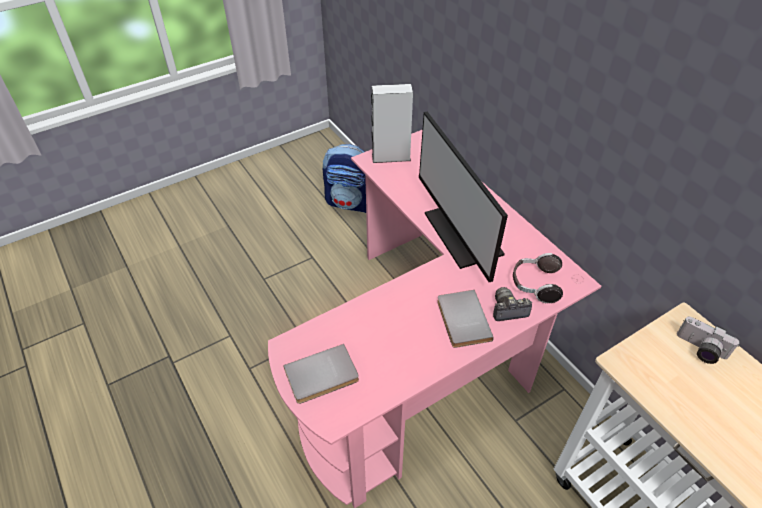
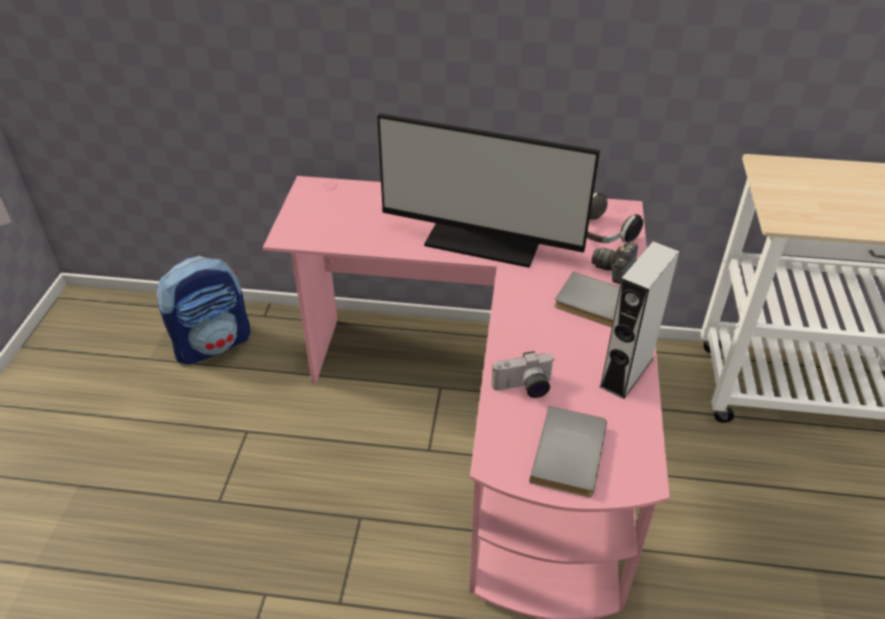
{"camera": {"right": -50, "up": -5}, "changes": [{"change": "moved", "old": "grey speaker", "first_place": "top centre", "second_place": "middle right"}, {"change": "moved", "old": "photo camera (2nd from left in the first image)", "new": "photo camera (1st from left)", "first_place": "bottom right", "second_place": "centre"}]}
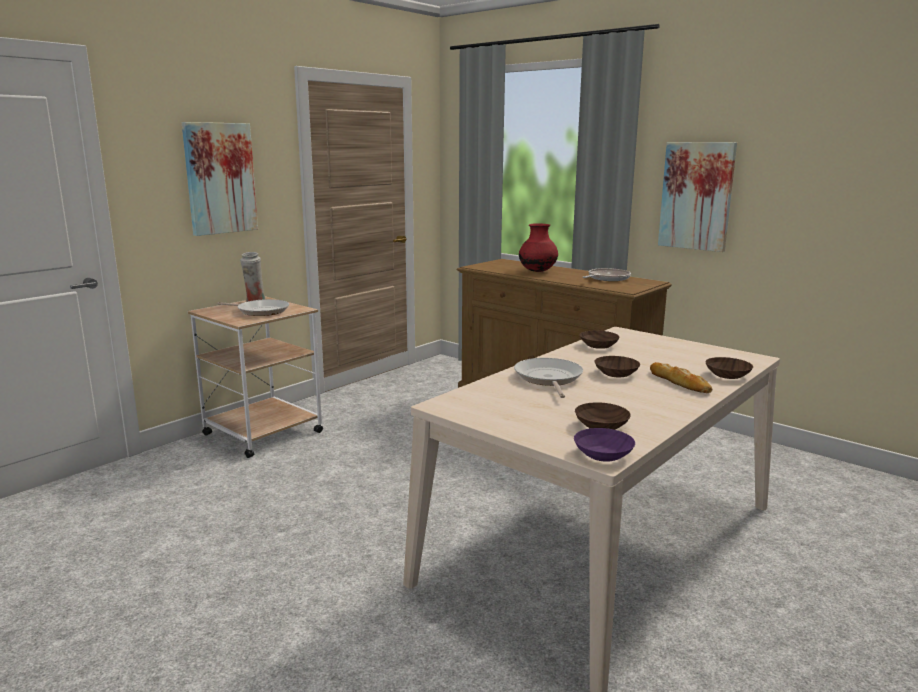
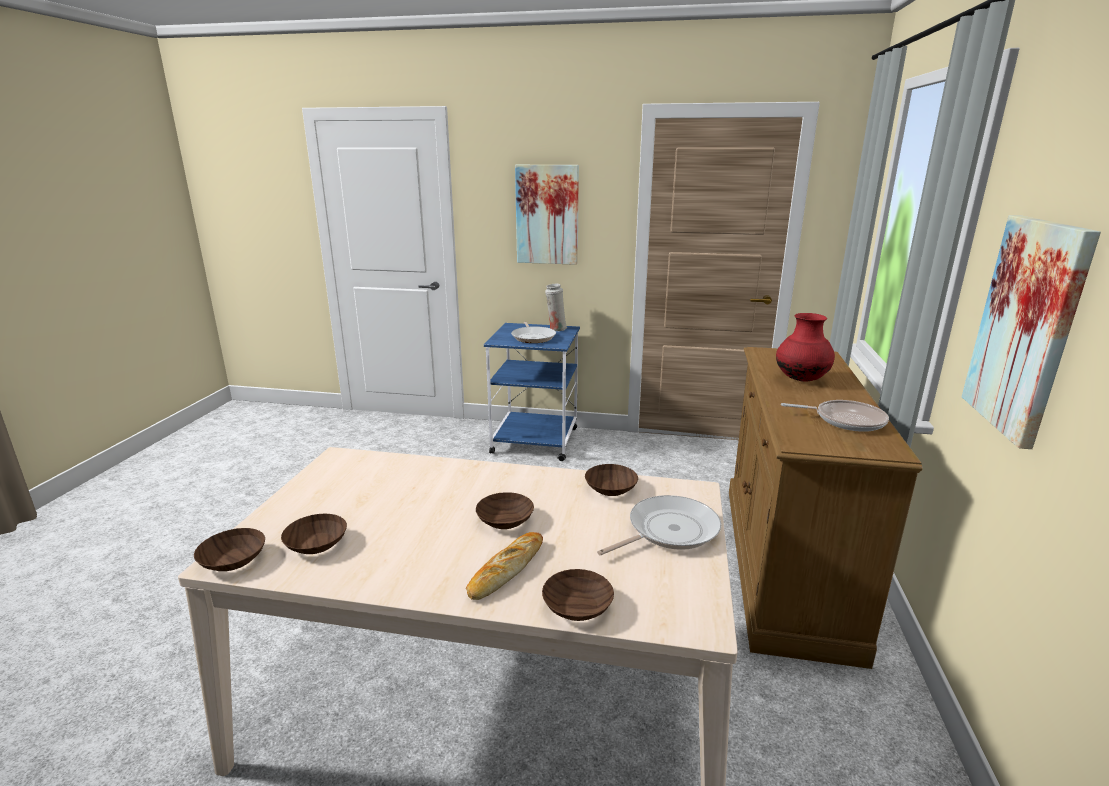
{"camera": {"right": 60, "up": 5}, "changes": [{"change": "moved", "old": "frying pan (2nd from left)", "first_place": "centre", "second_place": "bottom centre"}, {"change": "recoloured", "old": "beige cart", "new": "blue cart", "first_place": "middle left", "second_place": "centre"}, {"change": "recoloured", "old": "purple bowl", "new": "brown bowl (1st from left)", "first_place": "centre", "second_place": "bottom left"}]}
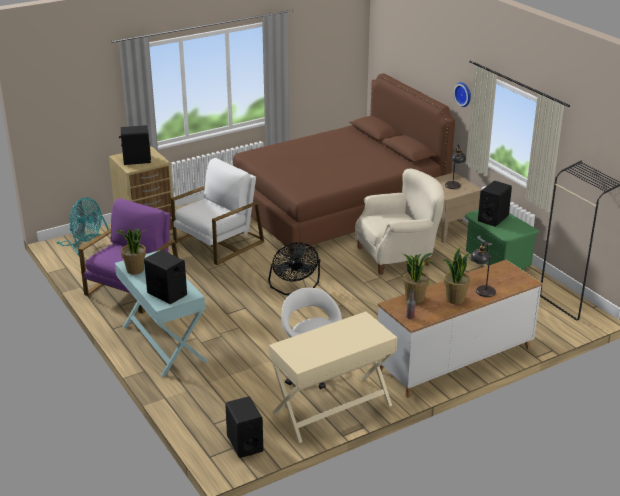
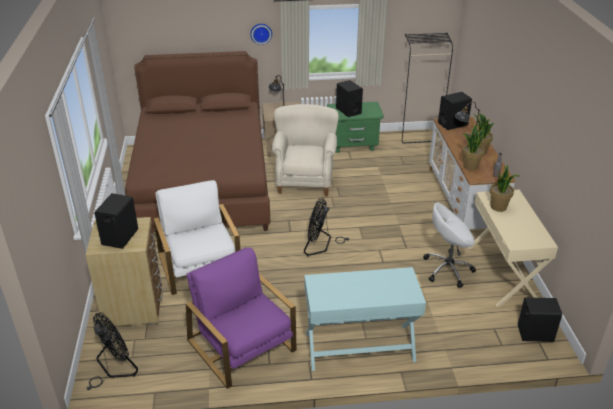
{"camera": {"right": -65, "up": 5}, "changes": [{"change": "moved", "old": "potted plant (1st from left in the first image)", "new": "potted plant (3rd from left)", "first_place": "middle left", "second_place": "middle right"}, {"change": "moved", "old": "black speaker (2nd from left in the first image)", "new": "black speaker (3rd from left)", "first_place": "middle left", "second_place": "top right"}, {"change": "recoloured", "old": "turquoise fan", "new": "black fan (1st from left)", "first_place": "middle left", "second_place": "bottom left"}]}
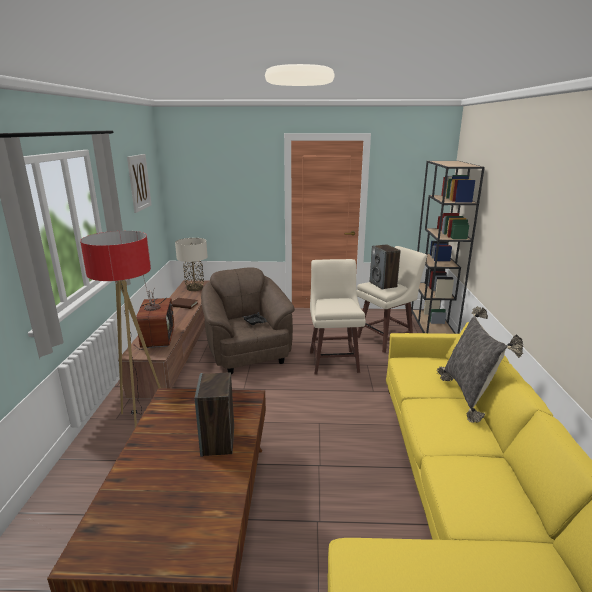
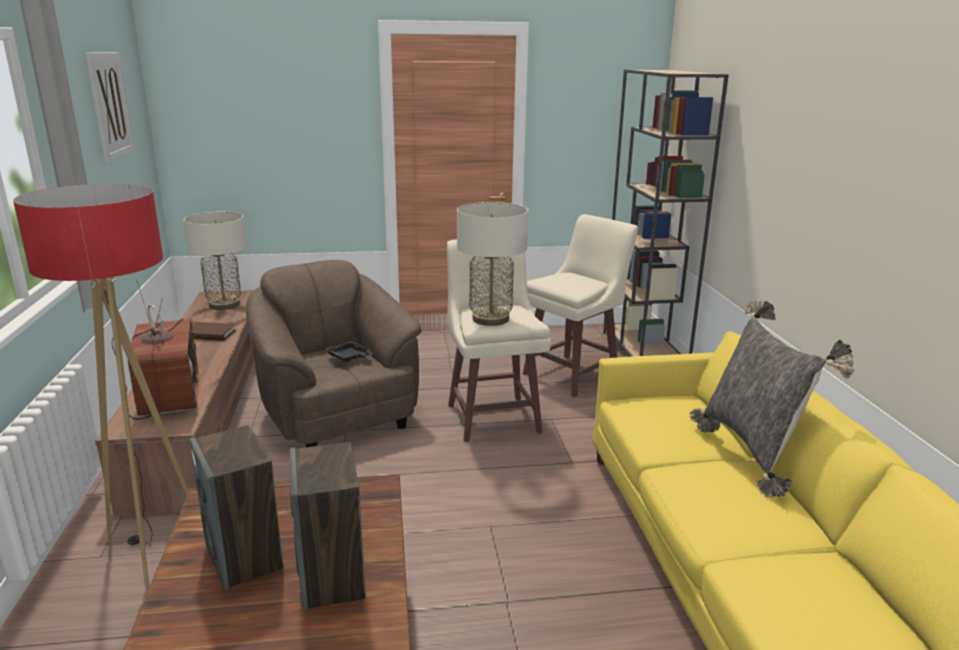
{"camera": {"right": -10, "up": 0}, "changes": [{"change": "added", "new": "table lamp (2nd from left)", "second_place": "centre"}, {"change": "moved", "old": "speaker (2nd from left in the first image)", "new": "speaker (1st from left)", "first_place": "centre", "second_place": "bottom left"}]}
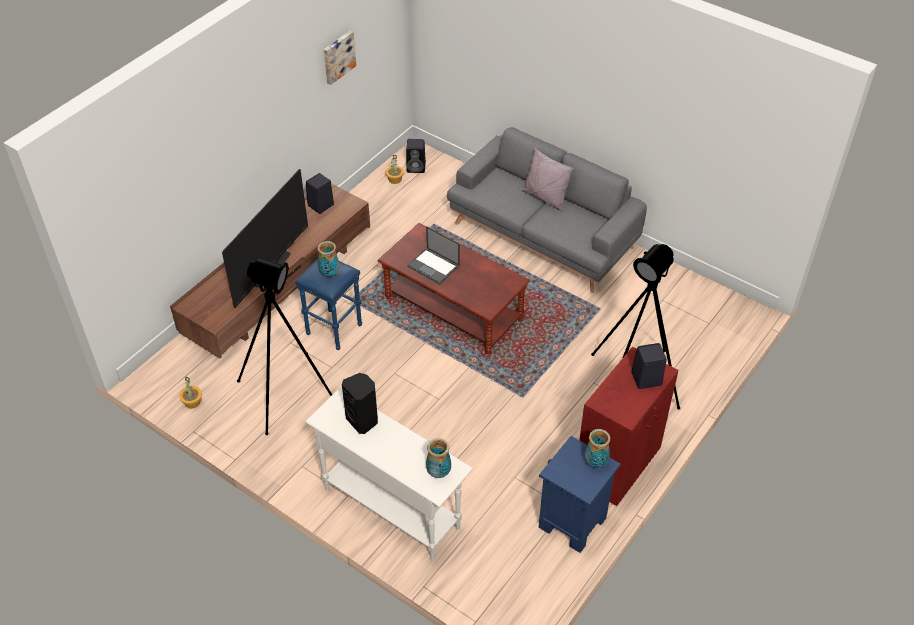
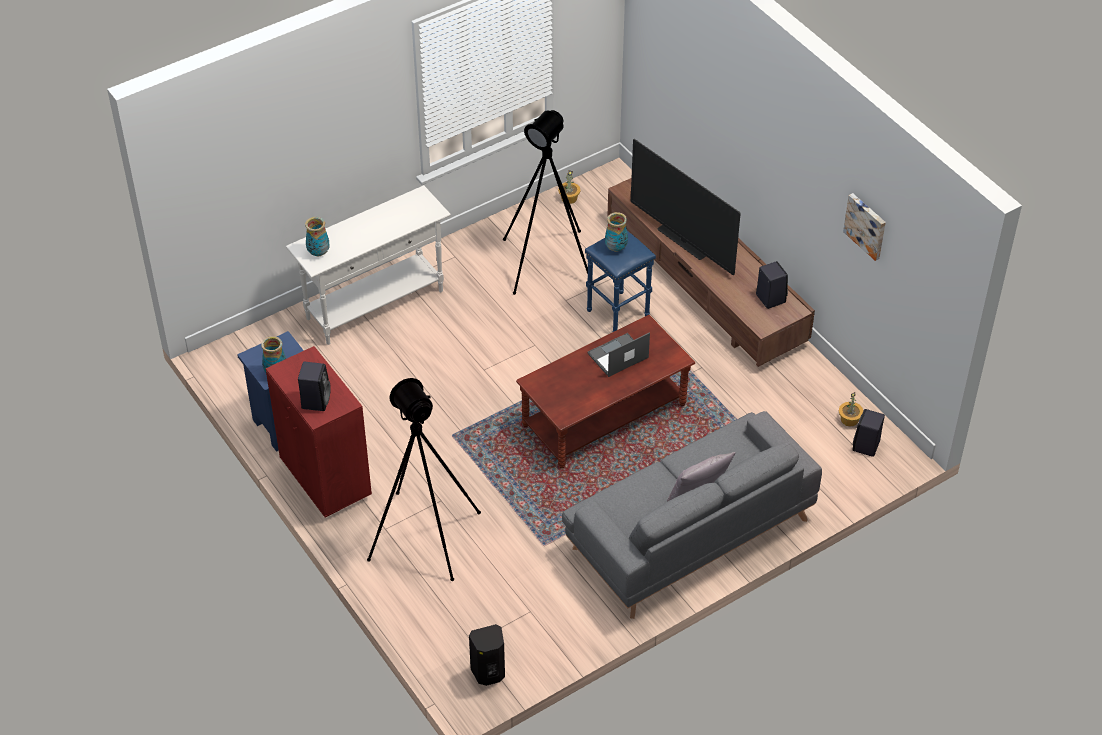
{"camera": {"right": 110, "up": 0}, "changes": [{"change": "moved", "old": "black speaker (2nd from left)", "first_place": "centre", "second_place": "bottom centre"}]}
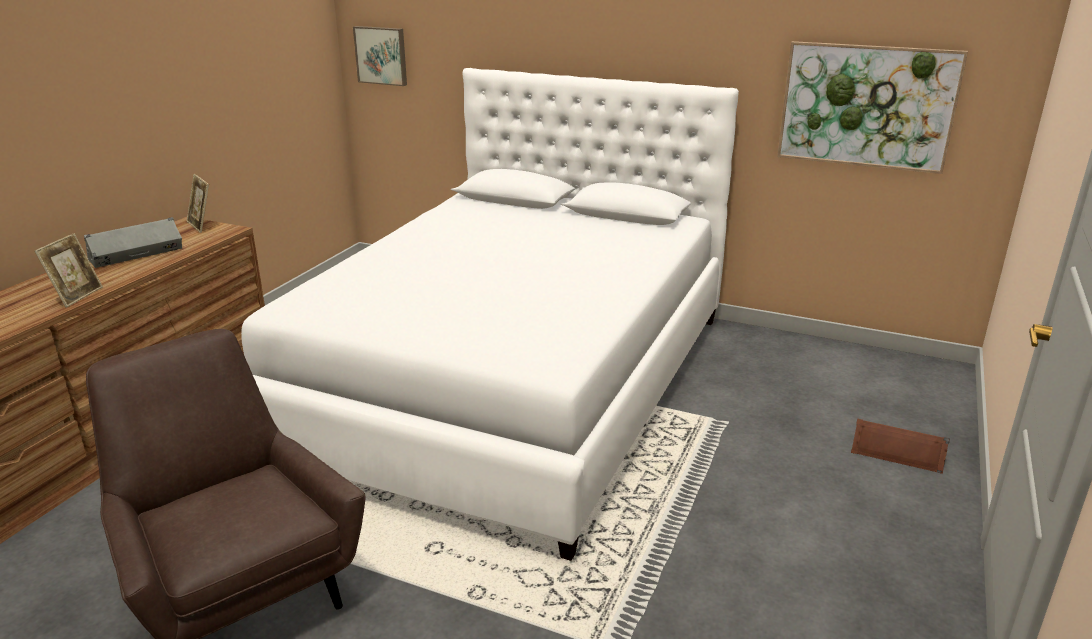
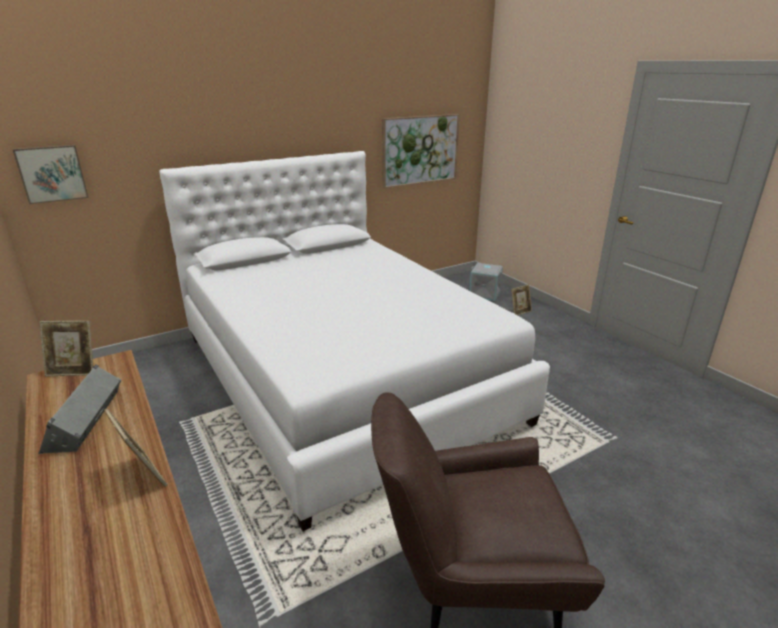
{"camera": {"right": -55, "up": 0}, "changes": [{"change": "added", "new": "grey storage box", "second_place": "centre"}, {"change": "replaced", "old": "brown speaker", "new": "picture frame (3rd from left)", "first_place": "bottom right", "second_place": "middle right"}]}
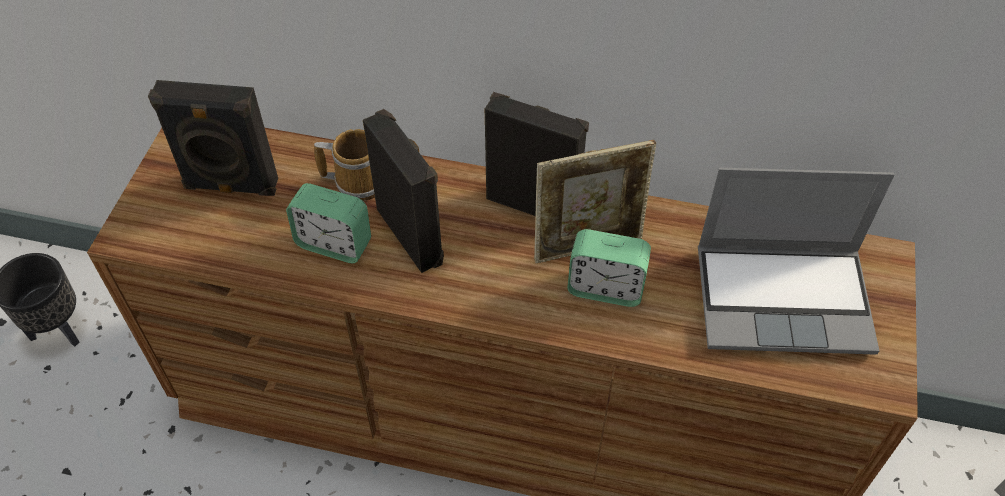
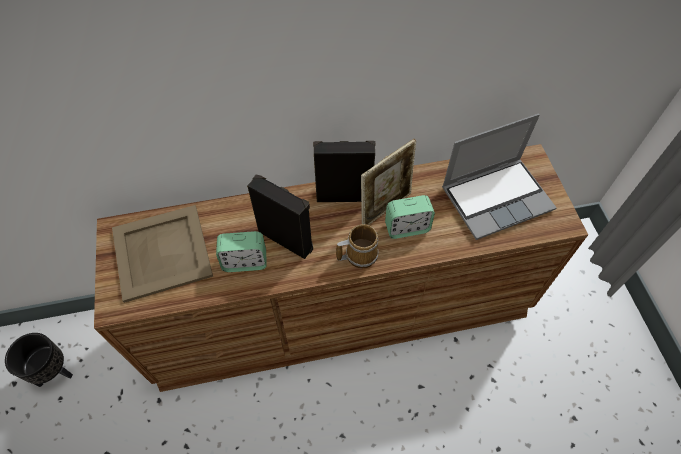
{"camera": {"right": -25, "up": 5}, "changes": [{"change": "moved", "old": "mug", "first_place": "top centre", "second_place": "centre"}, {"change": "replaced", "old": "black speaker (1st from left)", "new": "beige tray", "first_place": "top left", "second_place": "middle left"}]}
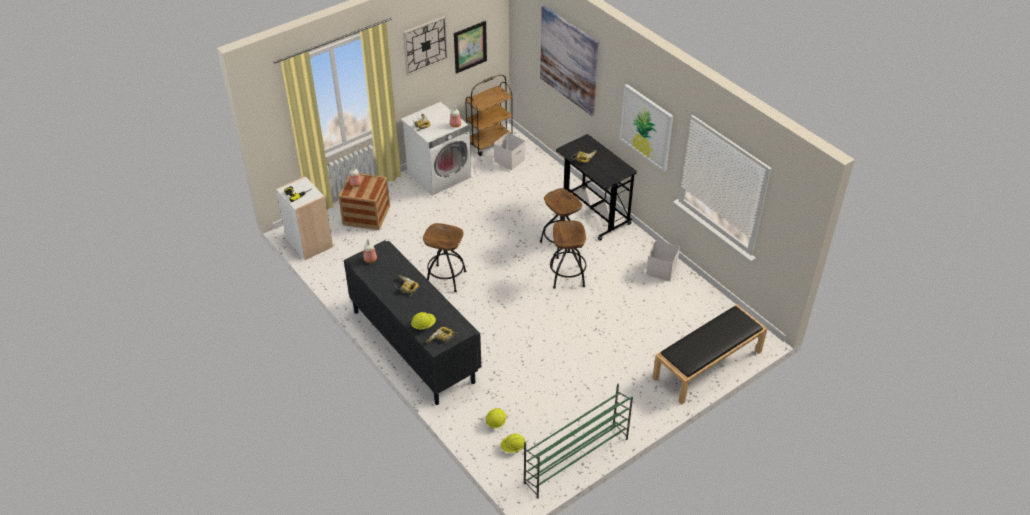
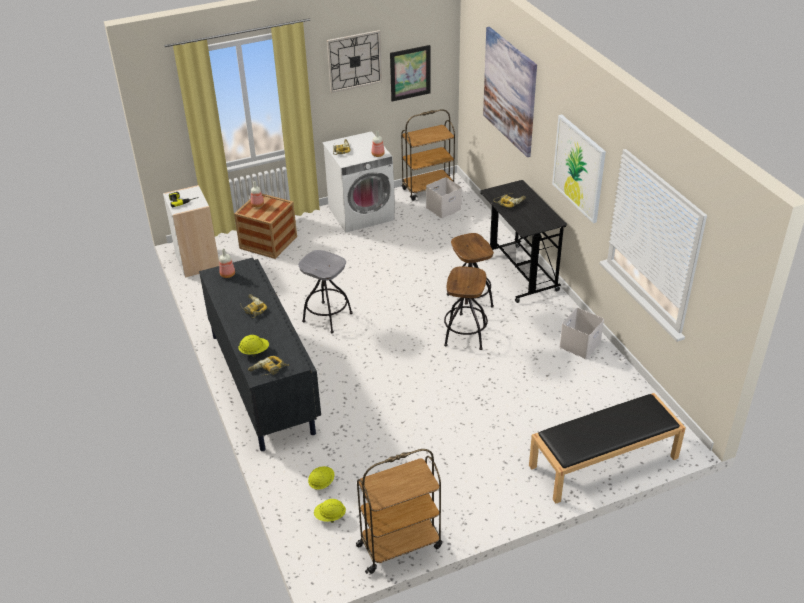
{"camera": {"right": 15, "up": -5}, "changes": [{"change": "replaced", "old": "green shoe rack", "new": "brown cart (1st from left)", "first_place": "bottom centre", "second_place": "bottom centre"}, {"change": "recoloured", "old": "brown stool (1st from left)", "new": "grey stool", "first_place": "centre", "second_place": "centre"}]}
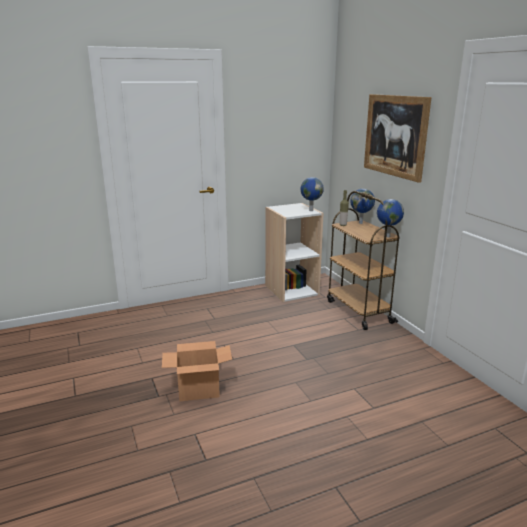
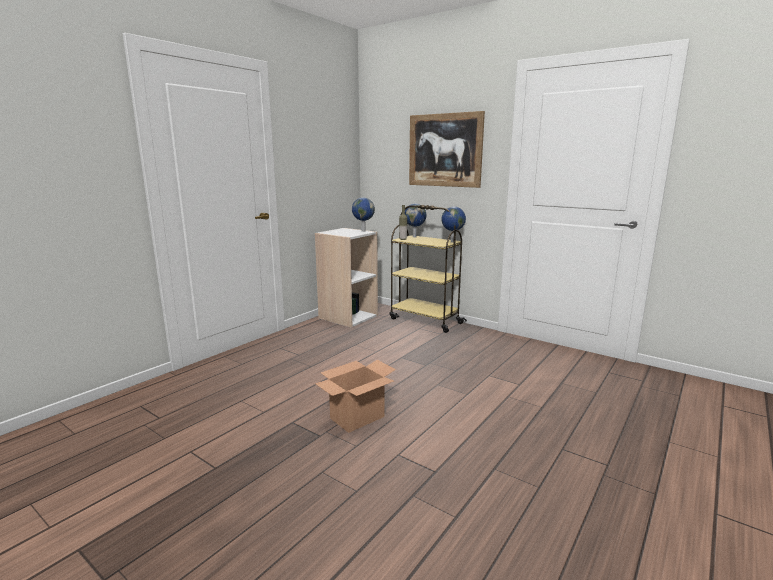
{"camera": {"right": -30, "up": -5}, "changes": [{"change": "recoloured", "old": "brown cart", "new": "yellow cart", "first_place": "middle right", "second_place": "centre"}]}
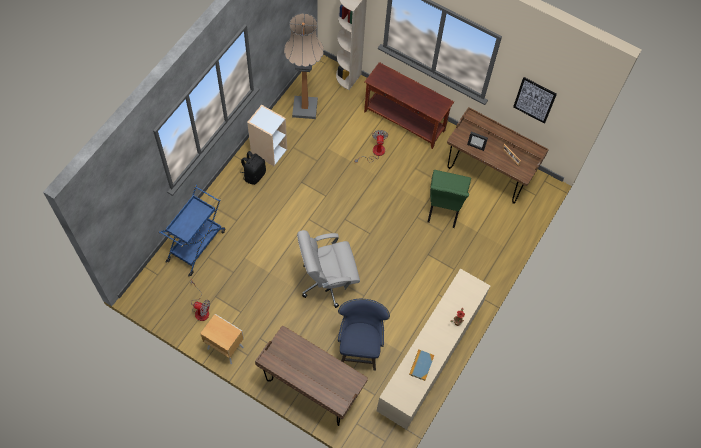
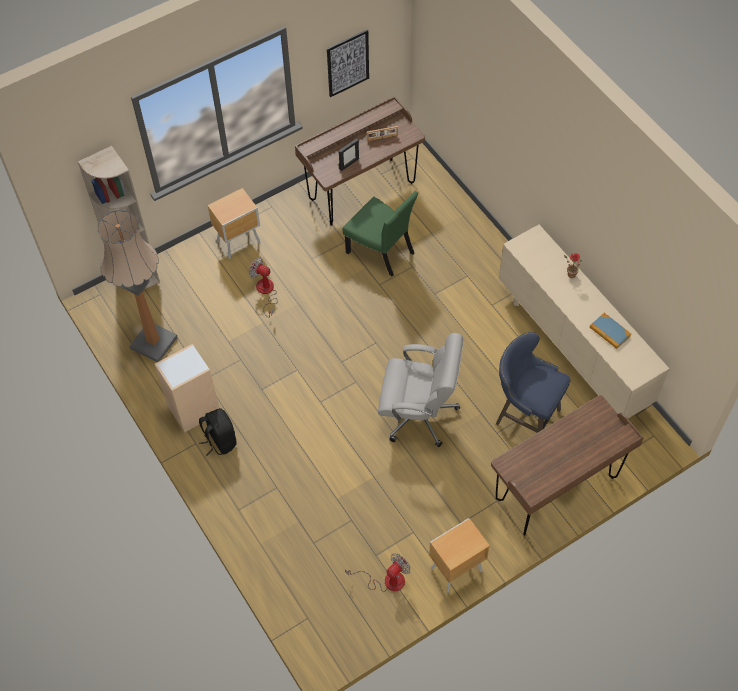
{"camera": {"right": -60, "up": -5}, "changes": [{"change": "removed", "old": "blue cart", "first_place": "middle left"}, {"change": "replaced", "old": "brown console table", "new": "brown nightstand (1st from left)", "first_place": "top centre", "second_place": "top left"}, {"change": "turned", "old": "grey office chair", "first_place": "centre", "second_place": "centre", "degrees": -90}]}
